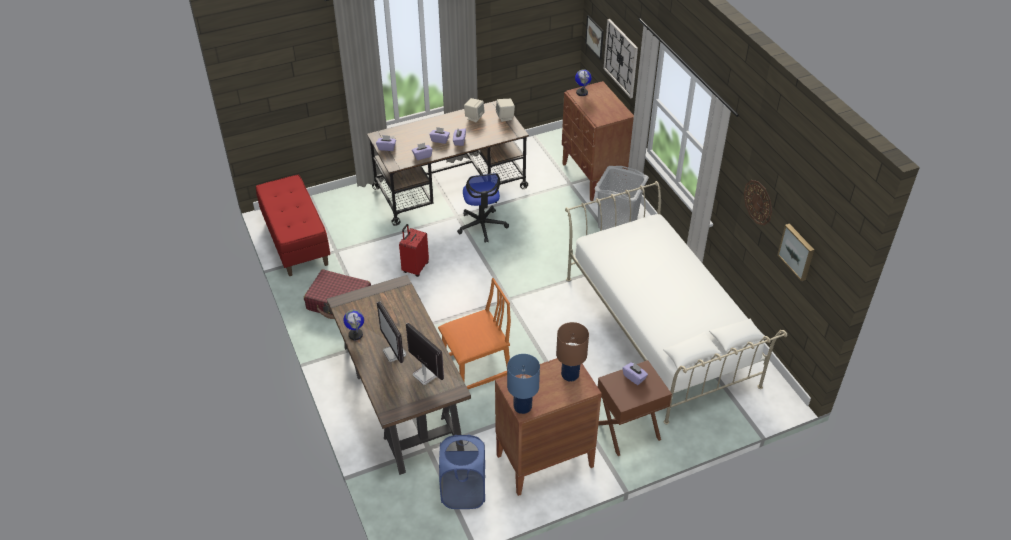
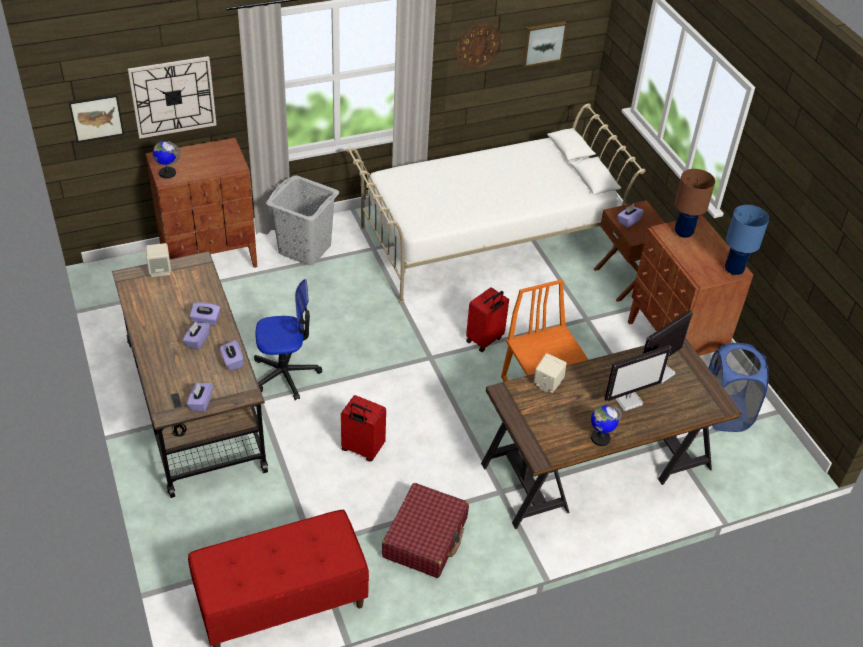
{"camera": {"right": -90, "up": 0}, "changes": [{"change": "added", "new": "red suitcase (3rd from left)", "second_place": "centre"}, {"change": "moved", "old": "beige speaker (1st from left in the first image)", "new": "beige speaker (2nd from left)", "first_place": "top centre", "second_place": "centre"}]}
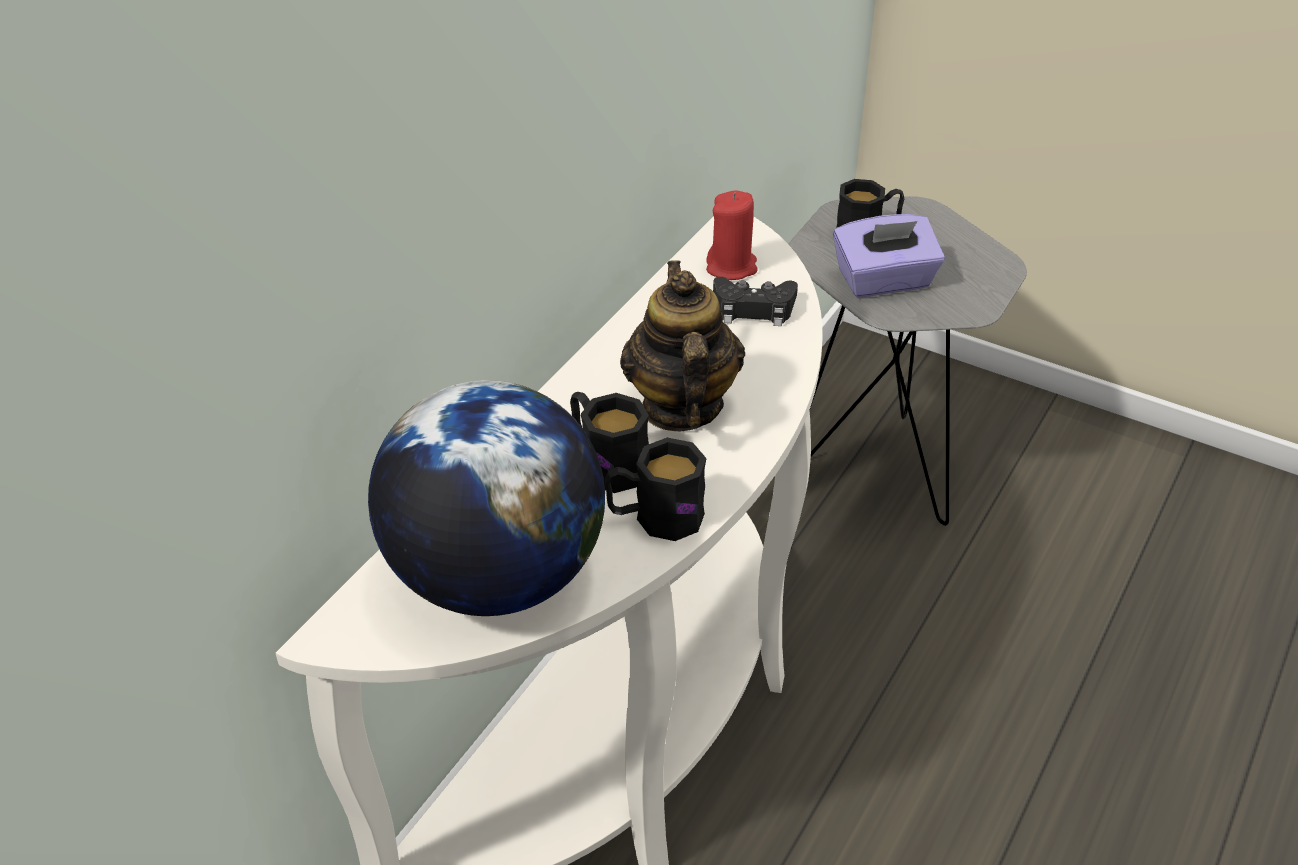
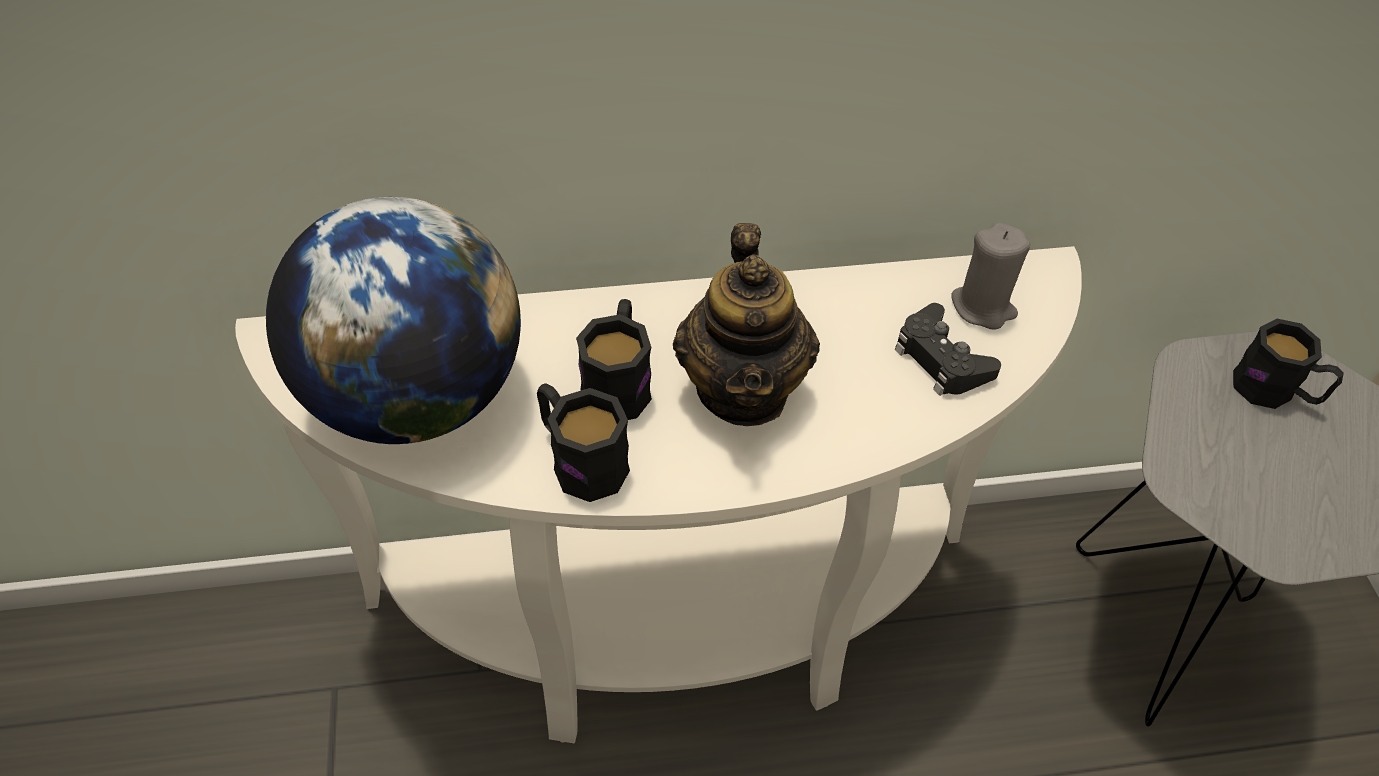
{"camera": {"right": 50, "up": 10}, "changes": [{"change": "removed", "old": "purple tissue box", "first_place": "top right"}, {"change": "recoloured", "old": "red candle", "new": "grey candle", "first_place": "top centre", "second_place": "middle right"}, {"change": "turned", "old": "teapot", "first_place": "centre", "second_place": "centre", "degrees": 135}]}
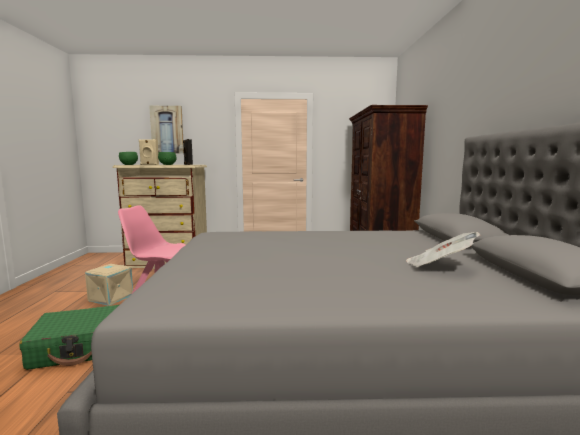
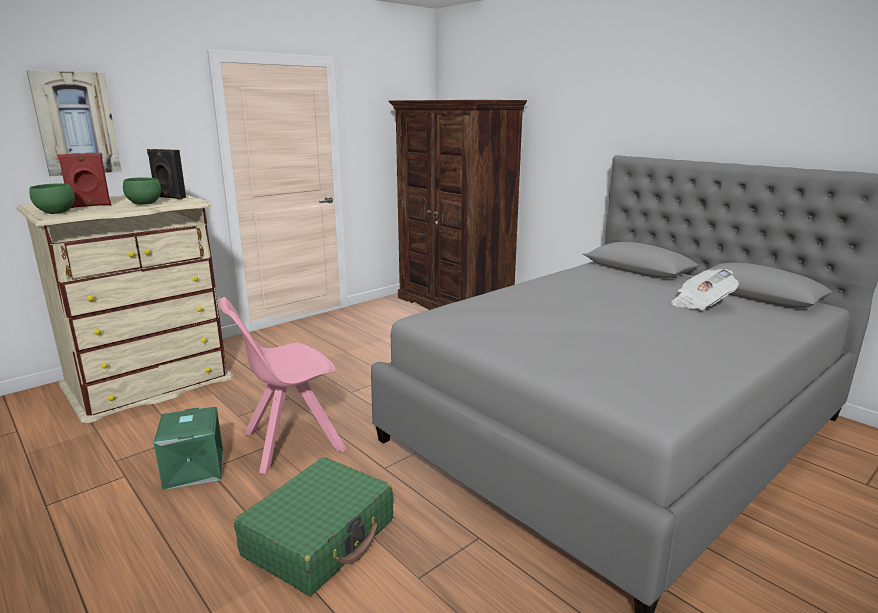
{"camera": {"right": -40, "up": 10}, "changes": [{"change": "recoloured", "old": "beige storage box", "new": "green storage box", "first_place": "middle left", "second_place": "bottom left"}, {"change": "recoloured", "old": "beige speaker", "new": "red speaker", "first_place": "middle left", "second_place": "top left"}]}
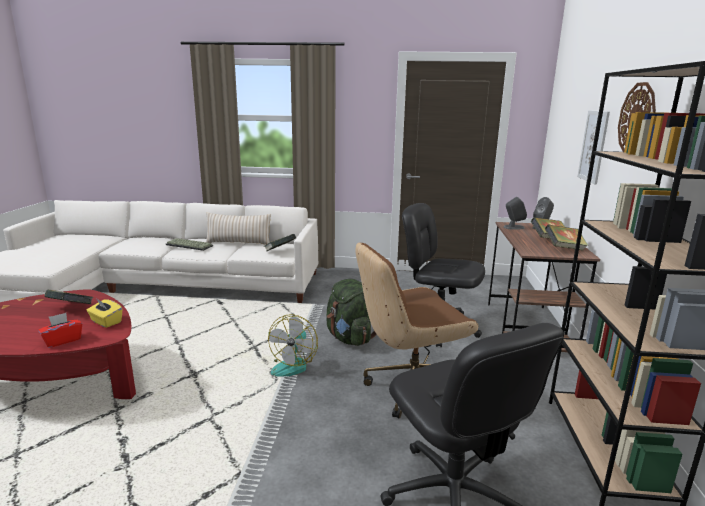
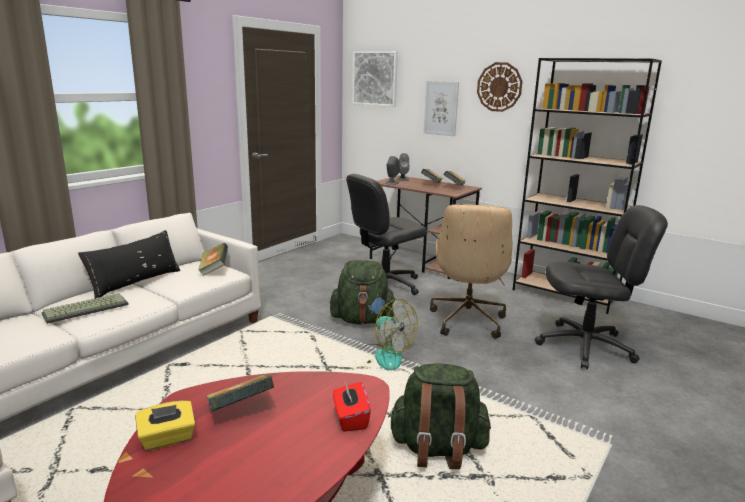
{"camera": {"right": -60, "up": 0}, "changes": [{"change": "added", "new": "picture (1st from left)", "second_place": "top centre"}, {"change": "added", "new": "green backpack (2nd from left)", "second_place": "bottom centre"}, {"change": "moved", "old": "yellow tissue box", "first_place": "middle left", "second_place": "bottom left"}, {"change": "recoloured", "old": "beige pillow", "new": "black pillow", "first_place": "centre", "second_place": "middle left"}]}
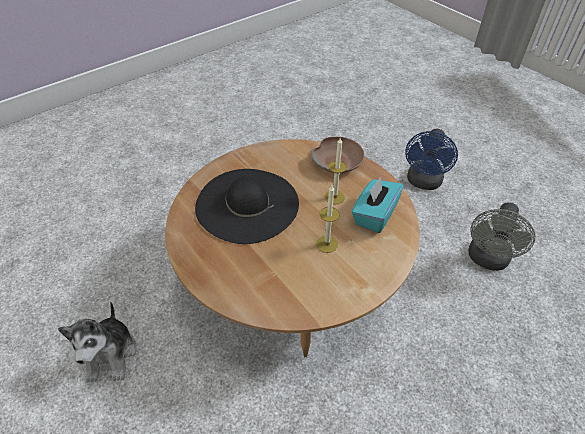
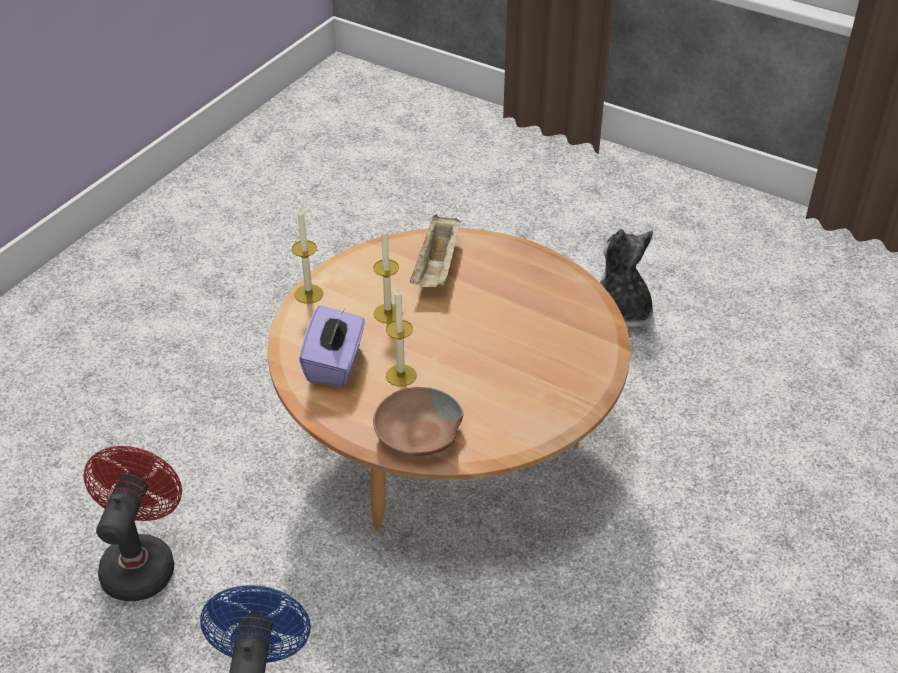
{"camera": {"right": 160, "up": -5}, "changes": [{"change": "removed", "old": "black hat", "first_place": "centre"}, {"change": "added", "new": "candle (1st from left)", "second_place": "centre"}, {"change": "added", "new": "beige tray", "second_place": "centre"}, {"change": "recoloured", "old": "turquoise tissue box", "new": "purple tissue box", "first_place": "centre", "second_place": "centre"}, {"change": "recoloured", "old": "grey fan", "new": "red fan", "first_place": "middle right", "second_place": "bottom left"}]}
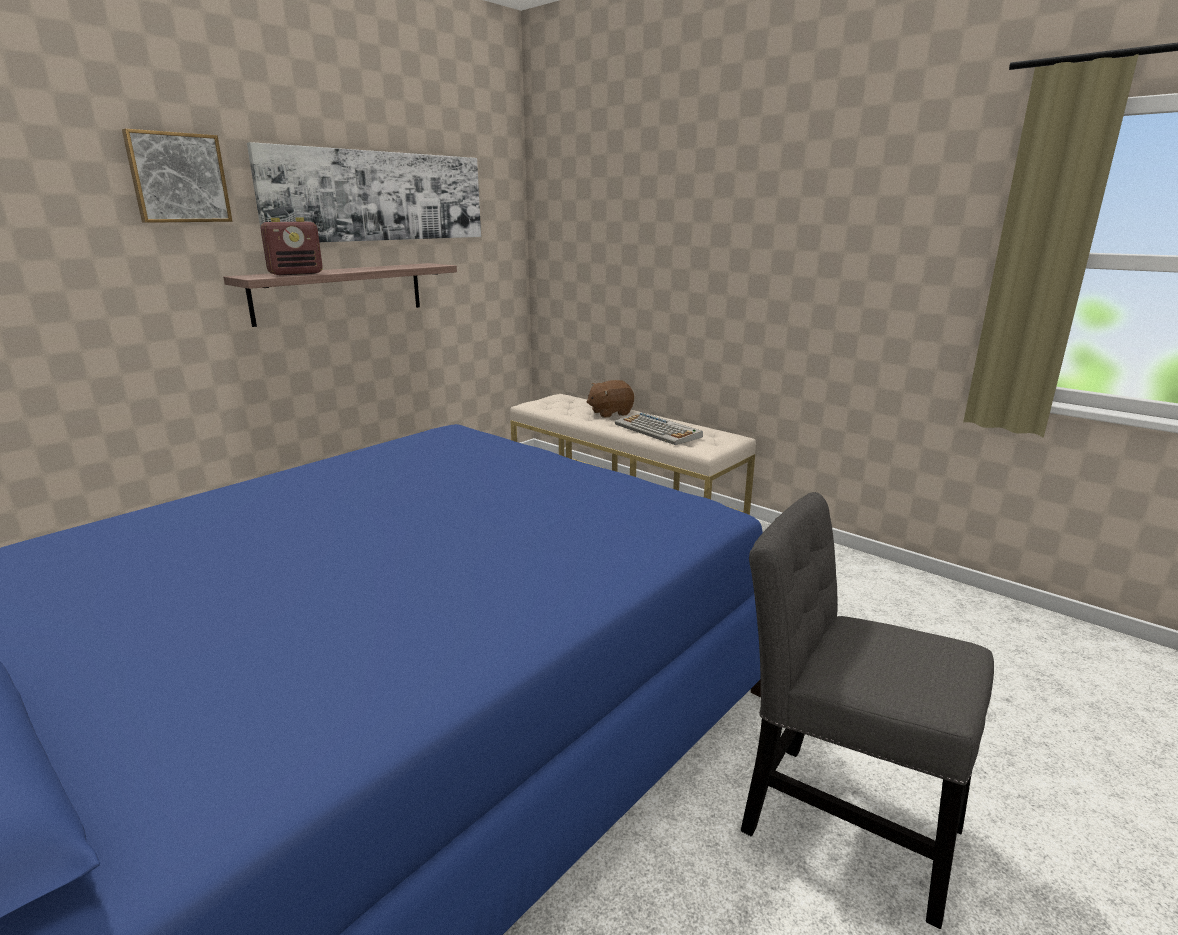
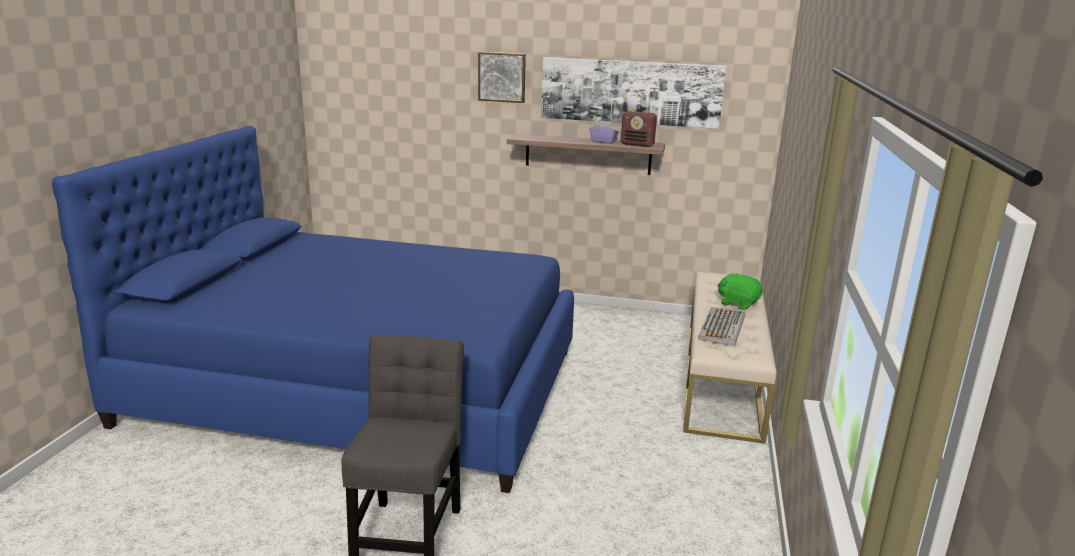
{"camera": {"right": 60, "up": 0}, "changes": [{"change": "added", "new": "purple tissue box", "second_place": "top centre"}, {"change": "moved", "old": "radio", "first_place": "top left", "second_place": "top centre"}, {"change": "recoloured", "old": "brown plush toy", "new": "green plush toy", "first_place": "centre", "second_place": "middle right"}]}
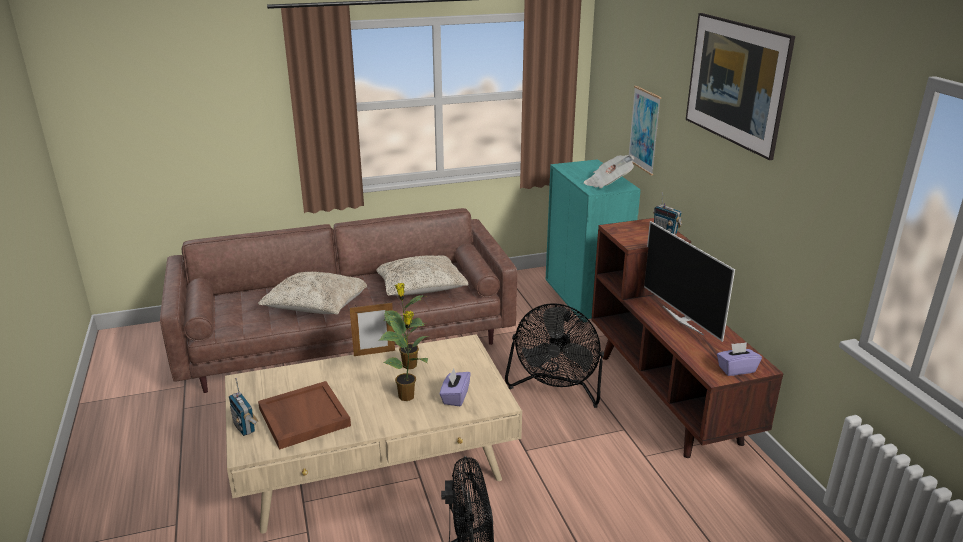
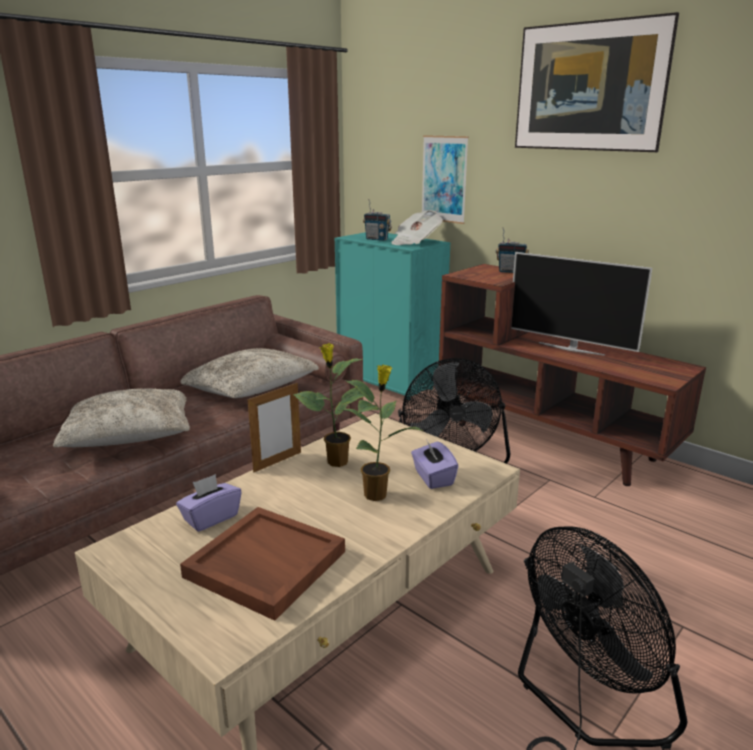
{"camera": {"right": -30, "up": -5}, "changes": [{"change": "moved", "old": "radio (1st from left)", "first_place": "bottom left", "second_place": "top centre"}, {"change": "moved", "old": "purple tissue box (2nd from left in the first image)", "new": "purple tissue box (1st from left)", "first_place": "middle right", "second_place": "bottom left"}]}
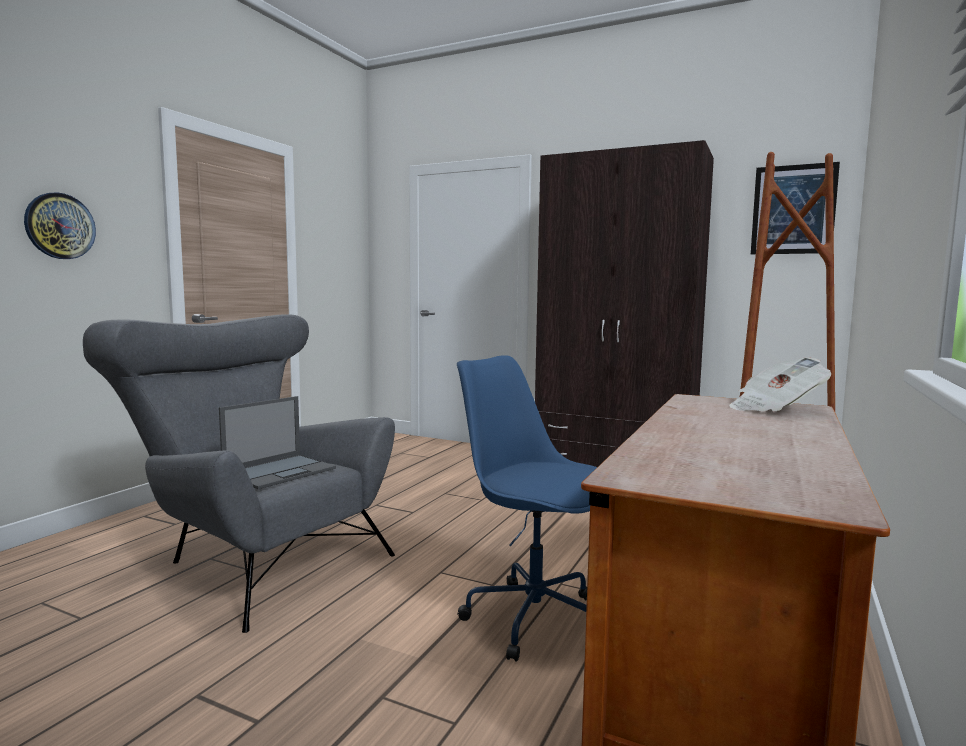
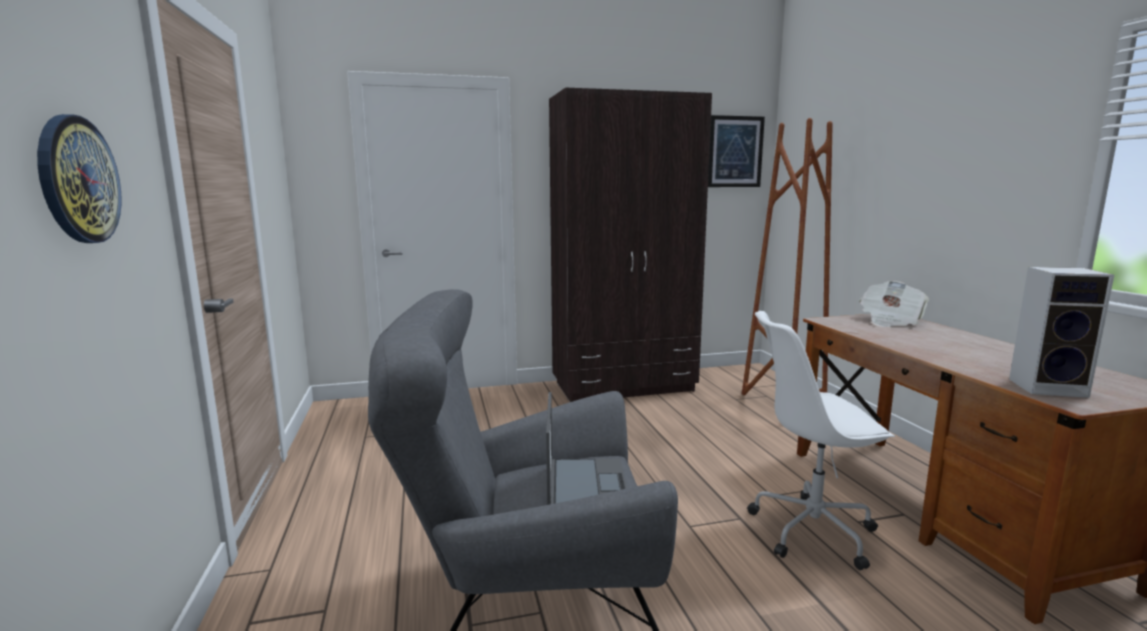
{"camera": {"right": -40, "up": 5}, "changes": [{"change": "added", "new": "speaker", "second_place": "middle right"}, {"change": "recoloured", "old": "blue office chair", "new": "white office chair", "first_place": "bottom centre", "second_place": "bottom right"}]}
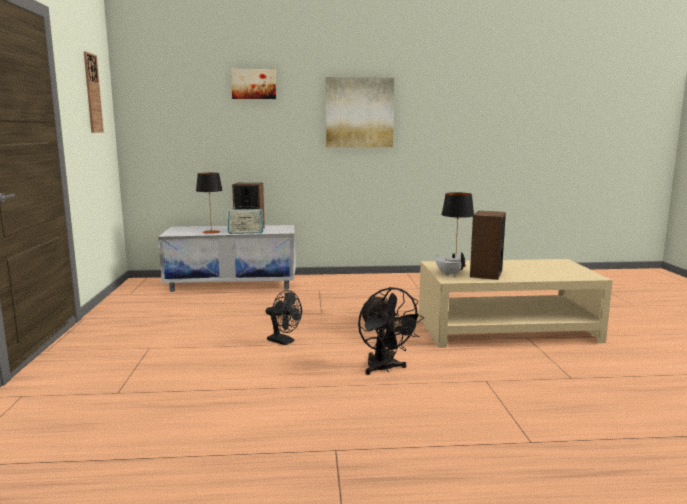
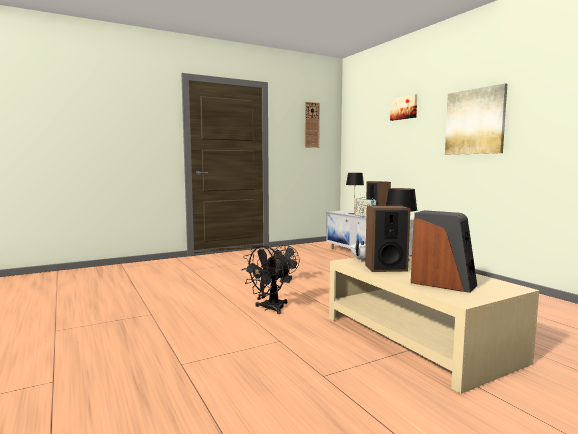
{"camera": {"right": 65, "up": -5}, "changes": [{"change": "added", "new": "speaker (3rd from left)", "second_place": "middle right"}]}
